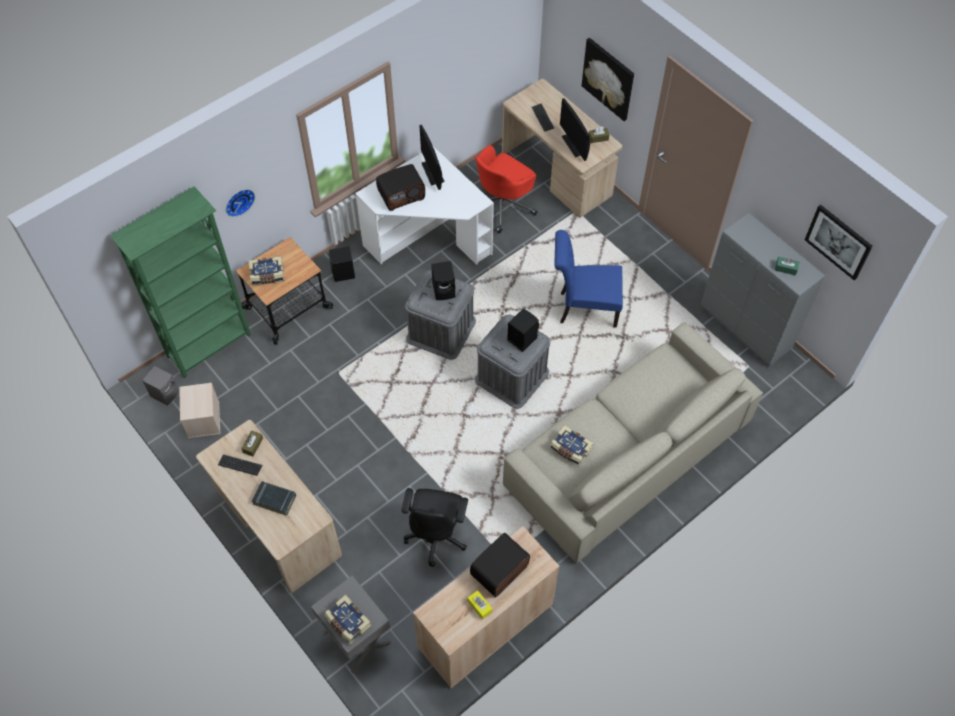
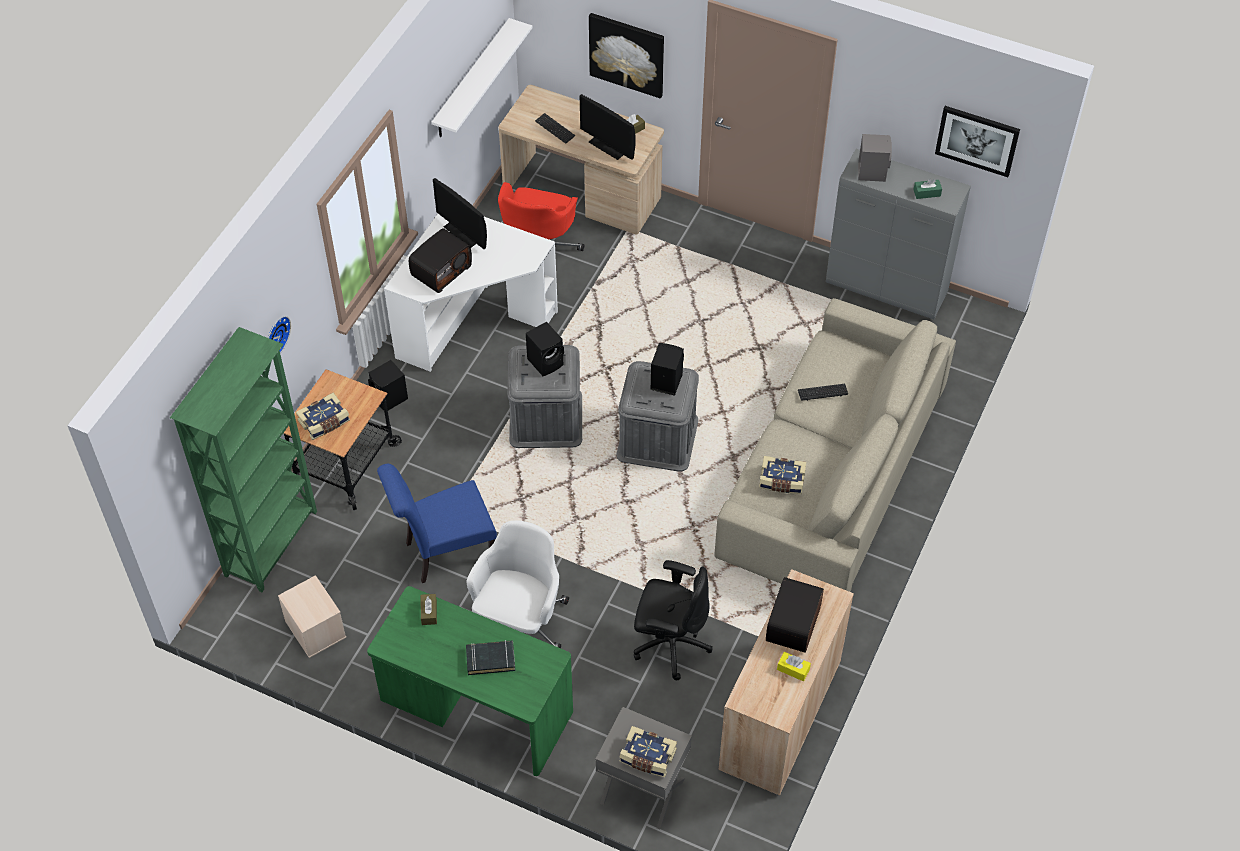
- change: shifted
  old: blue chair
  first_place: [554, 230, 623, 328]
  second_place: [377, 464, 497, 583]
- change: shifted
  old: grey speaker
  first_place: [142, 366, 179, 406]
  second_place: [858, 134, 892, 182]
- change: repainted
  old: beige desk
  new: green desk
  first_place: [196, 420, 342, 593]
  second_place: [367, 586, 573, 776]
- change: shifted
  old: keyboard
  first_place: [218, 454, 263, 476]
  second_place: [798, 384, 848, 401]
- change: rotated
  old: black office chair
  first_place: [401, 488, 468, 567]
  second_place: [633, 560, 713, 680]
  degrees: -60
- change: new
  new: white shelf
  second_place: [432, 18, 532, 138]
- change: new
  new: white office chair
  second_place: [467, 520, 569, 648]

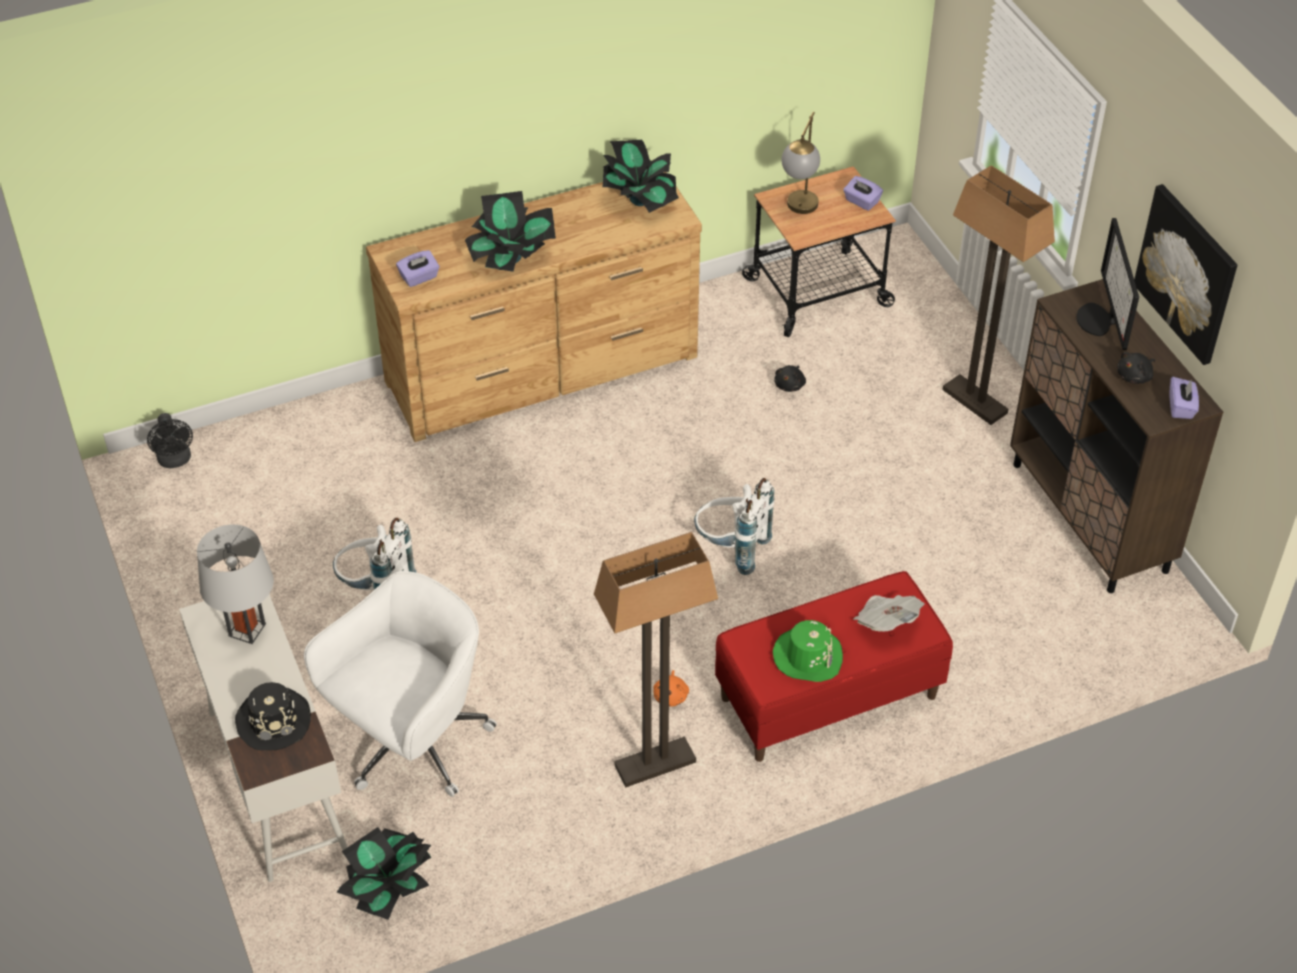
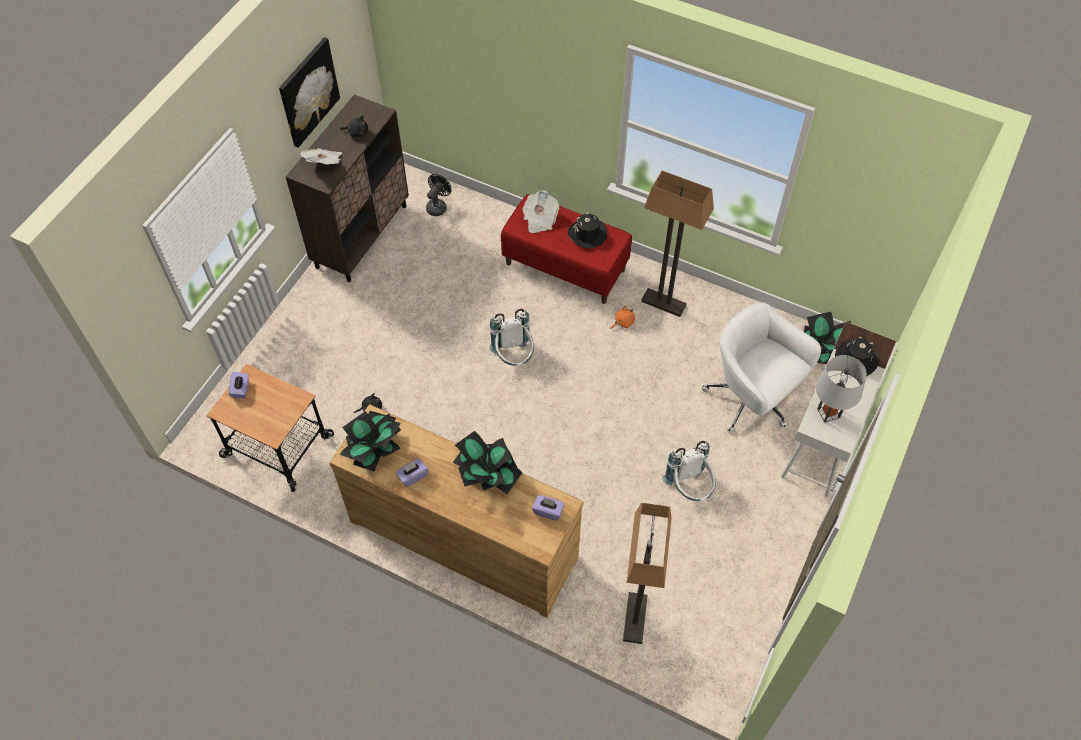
- change: gone
  old: table lamp
  first_place: [782, 112, 820, 214]
- change: shifted
  old: floor lamp
  first_place: [942, 165, 1055, 425]
  second_place: [623, 503, 672, 644]
- change: swapped
  old: monitor
  new: newspaper
  first_place: [1076, 218, 1139, 350]
  second_place: [300, 148, 342, 165]
- change: shifted
  old: purple tissue box
  first_place: [1170, 377, 1199, 419]
  second_place: [396, 458, 428, 487]
- change: shifted
  old: black fan
  first_place: [147, 413, 193, 468]
  second_place: [426, 174, 452, 216]
- change: rotated
  old: white office chair
  first_place: [304, 571, 497, 797]
  second_place: [701, 302, 821, 433]
  degrees: 45
- change: repainted
  old: green hat
  new: black hat
  first_place: [773, 620, 843, 682]
  second_place: [568, 212, 607, 249]

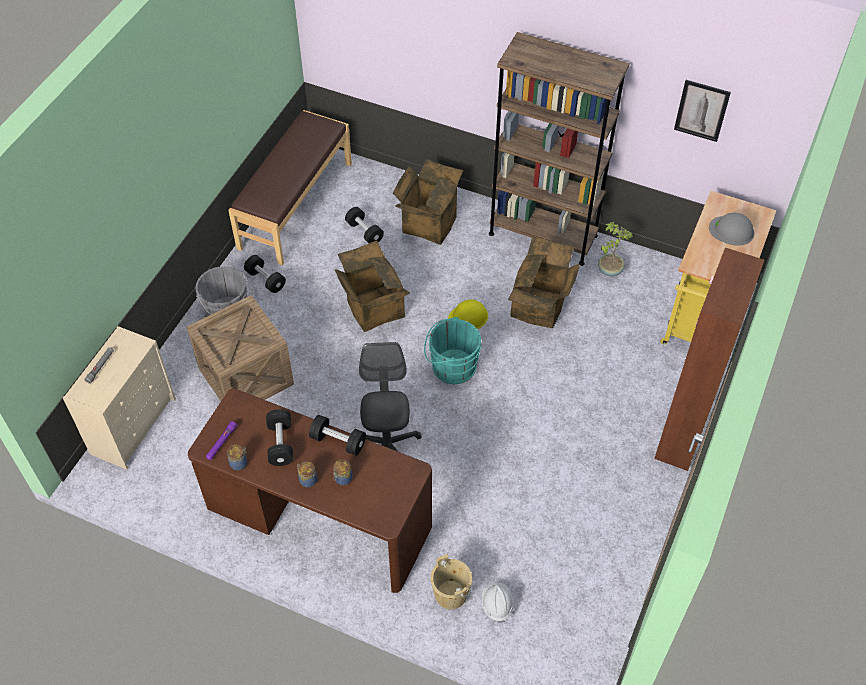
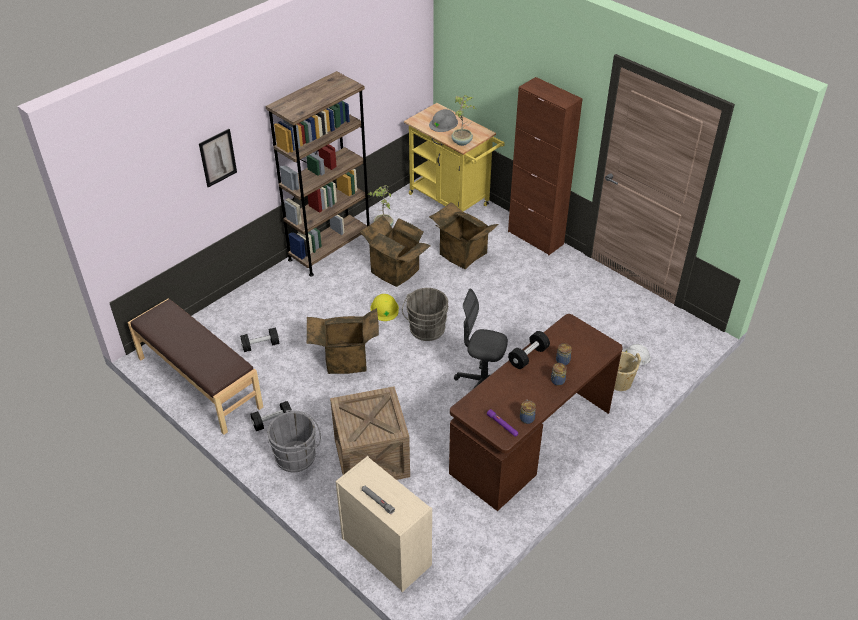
- change: shifted
  old: picture
  first_place: [674, 80, 731, 142]
  second_place: [199, 129, 237, 188]
- change: shifted
  old: cardboard box
  first_place: [393, 159, 464, 245]
  second_place: [429, 202, 499, 269]
- change: repainted
  old: turquoise bucket
  new: grey bucket
  first_place: [424, 317, 482, 384]
  second_place: [402, 288, 449, 341]
- change: gone
  old: black dumbbell
  first_place: [266, 409, 293, 466]
- change: new
  new: potted plant
  second_place: [451, 95, 476, 146]

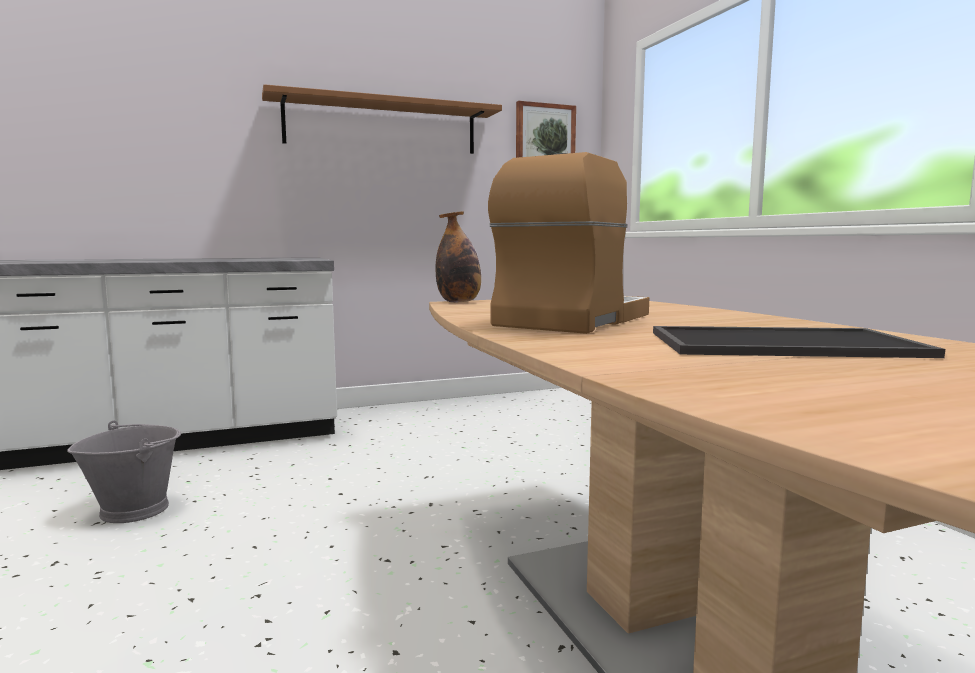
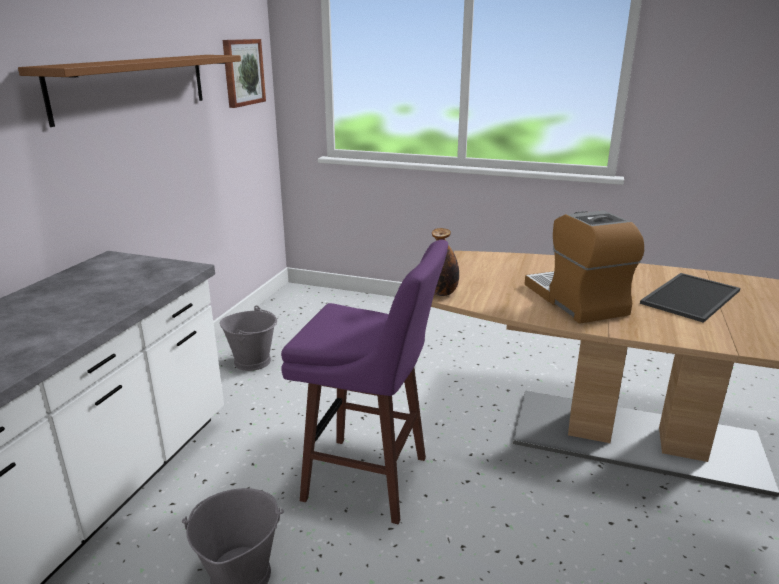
- change: new
  new: purple stool
  second_place: [281, 240, 448, 525]
- change: new
  new: grey bucket
  second_place: [220, 306, 277, 371]

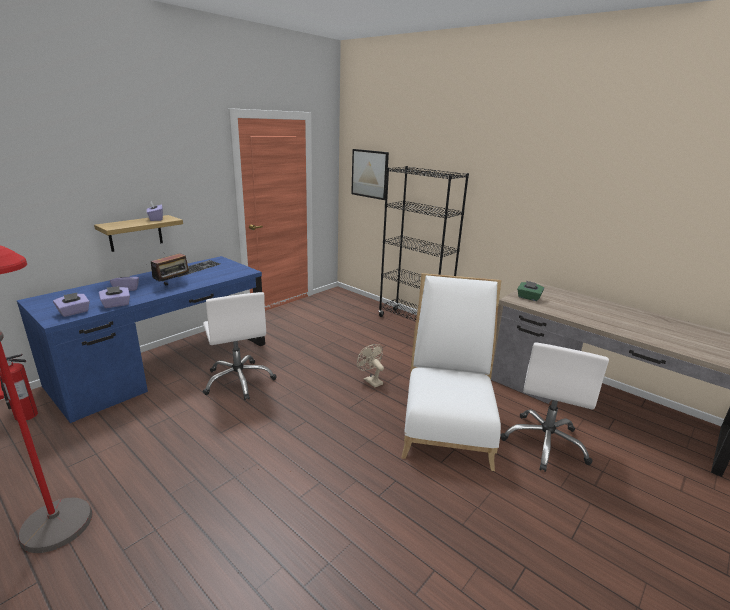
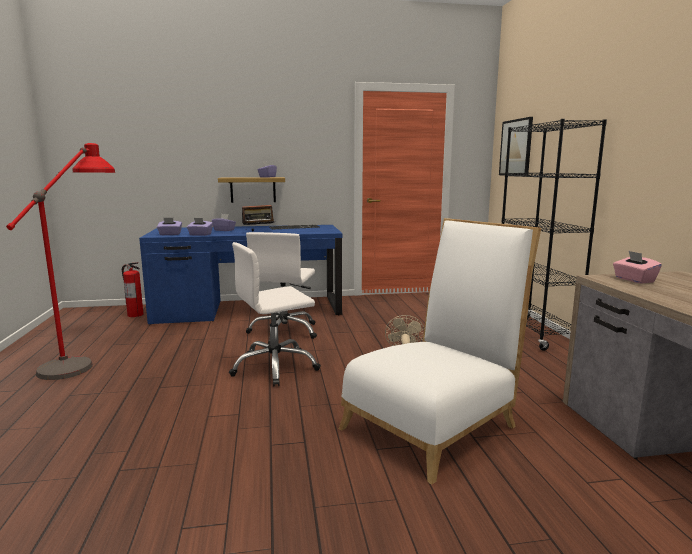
- change: repainted
  old: green tissue box
  new: pink tissue box
  first_place: [517, 281, 544, 301]
  second_place: [613, 251, 662, 284]
- change: shifted
  old: white office chair
  first_place: [500, 343, 609, 472]
  second_place: [229, 242, 321, 386]

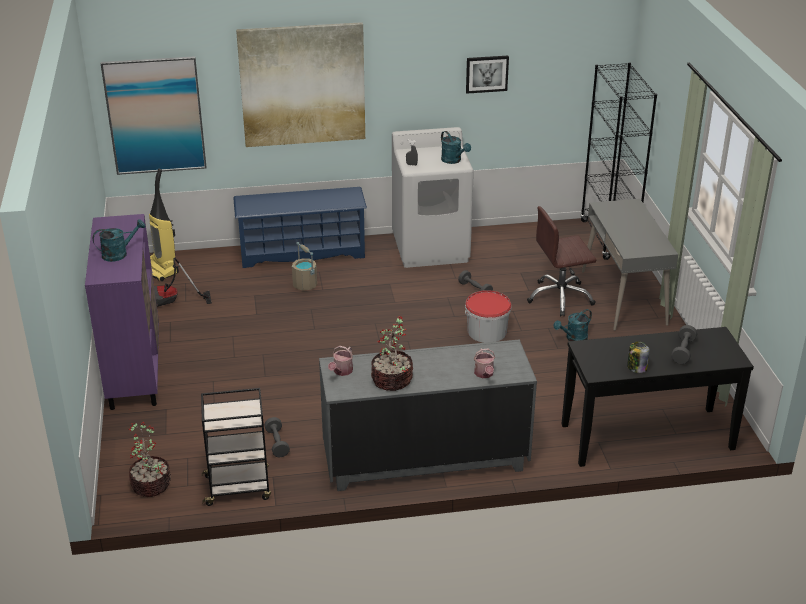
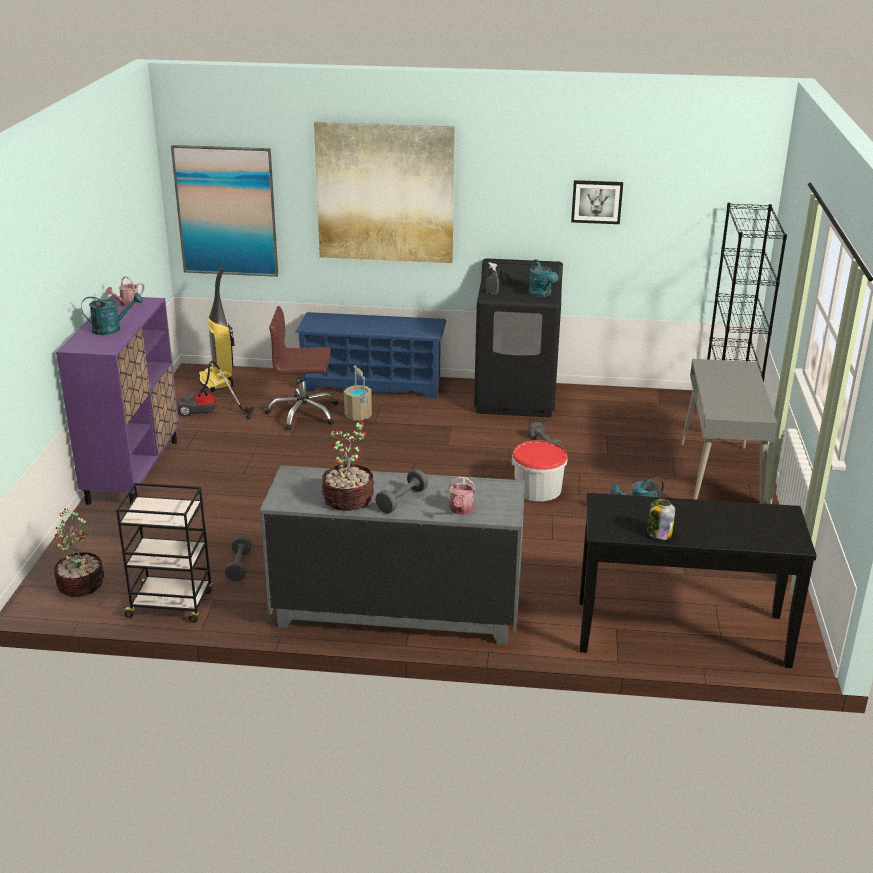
- change: repainted
  old: white washing machine
  new: black washing machine
  first_place: [392, 127, 474, 268]
  second_place: [474, 258, 563, 417]
- change: shifted
  old: brown office chair
  first_place: [527, 206, 596, 317]
  second_place: [265, 306, 338, 430]
- change: shifted
  old: grey dumbbell
  first_place: [671, 325, 697, 364]
  second_place: [375, 469, 428, 513]
- change: shifted
  old: watering can
  first_place: [328, 346, 353, 376]
  second_place: [105, 276, 144, 307]

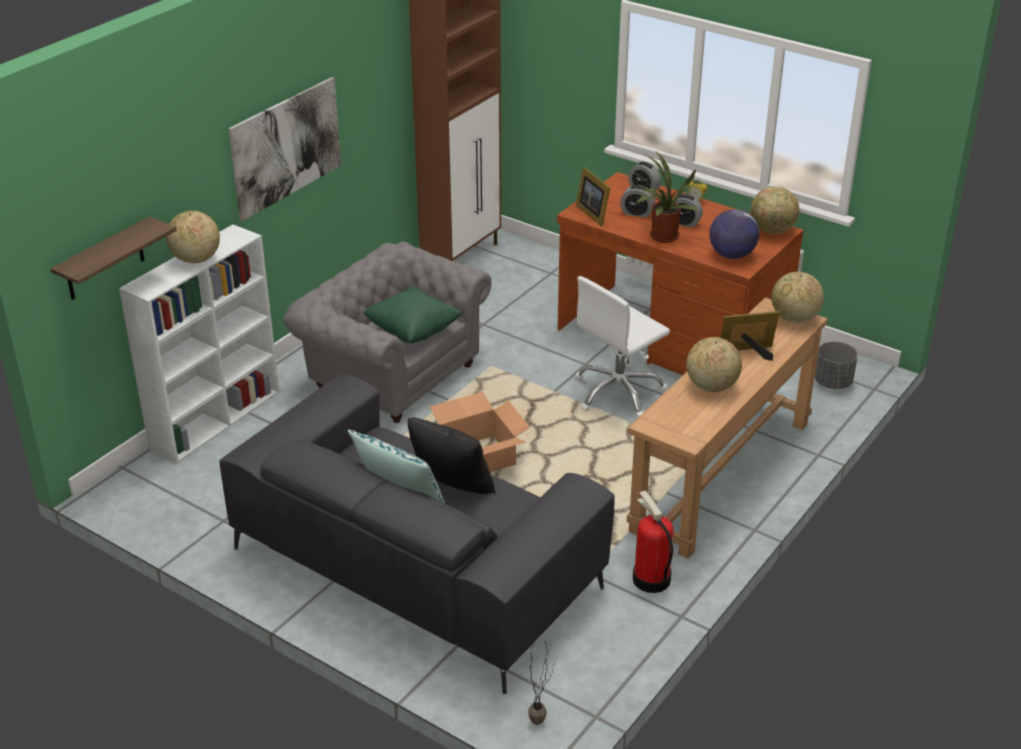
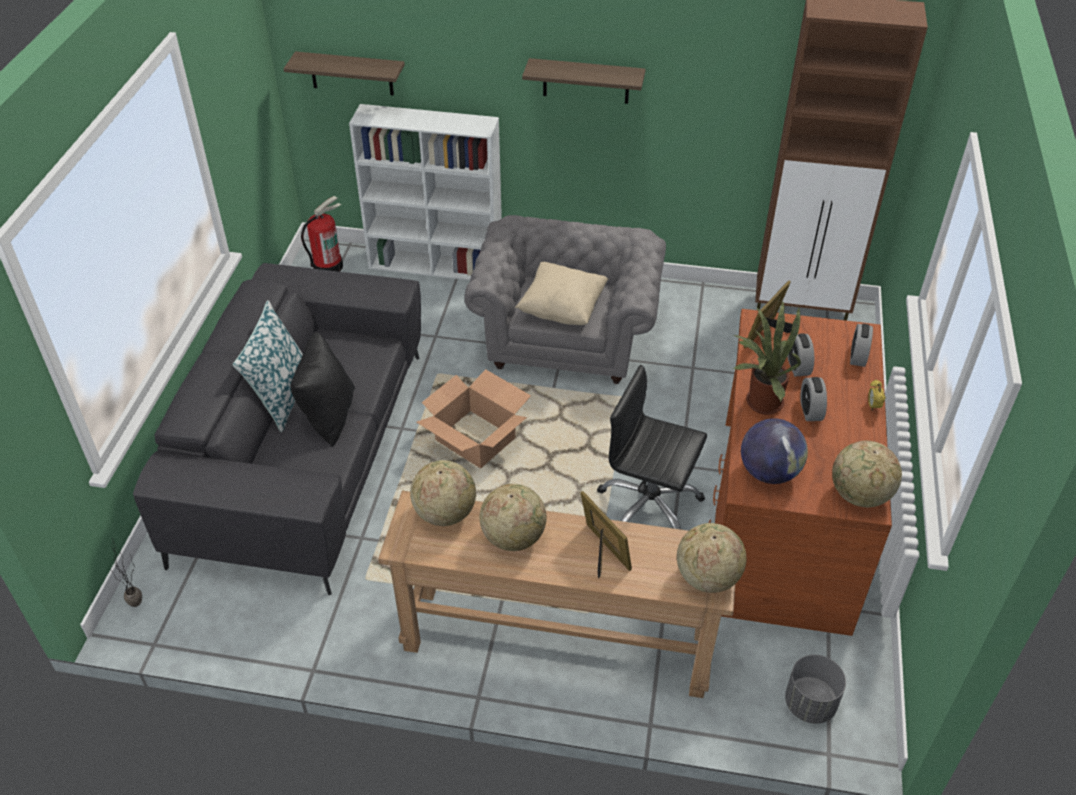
- change: swapped
  old: picture
  new: shelf
  first_place: [228, 77, 341, 221]
  second_place: [522, 58, 646, 104]
- change: shifted
  old: globe
  first_place: [166, 211, 220, 263]
  second_place: [410, 460, 476, 526]
- change: repainted
  old: white office chair
  new: black office chair
  first_place: [574, 276, 670, 418]
  second_place: [597, 365, 707, 530]
- change: repainted
  old: green pillow
  new: beige pillow
  first_place: [362, 287, 463, 343]
  second_place: [515, 262, 608, 325]
- change: shifted
  old: fire extinguisher
  first_place: [633, 491, 674, 593]
  second_place: [301, 196, 343, 272]

